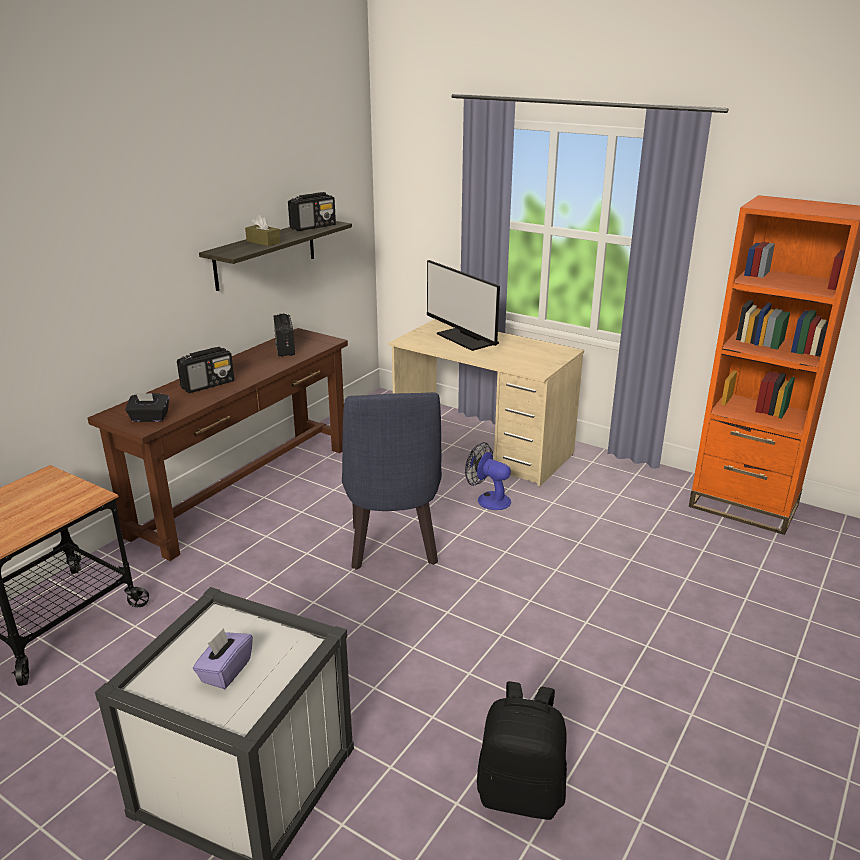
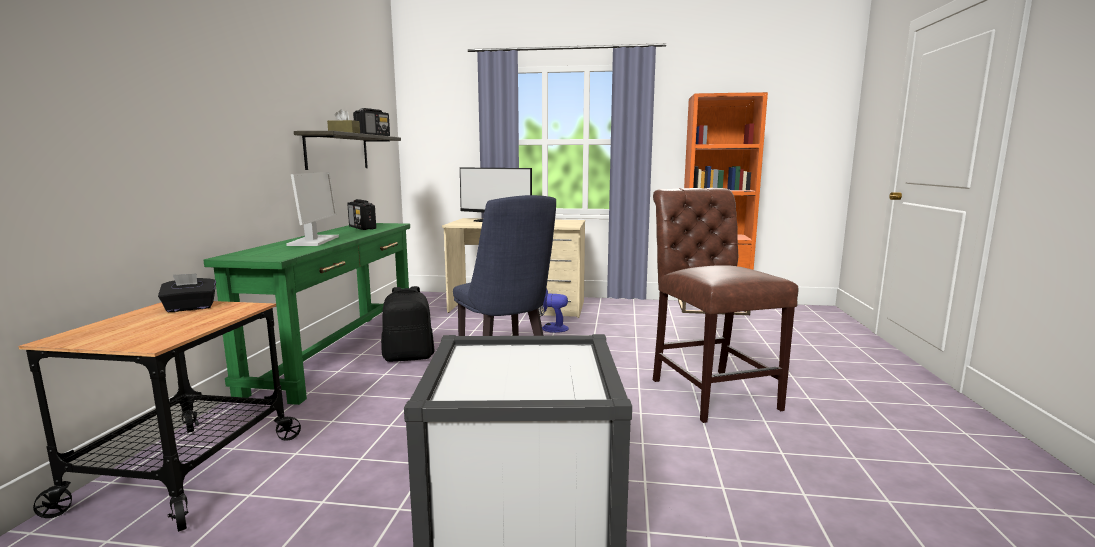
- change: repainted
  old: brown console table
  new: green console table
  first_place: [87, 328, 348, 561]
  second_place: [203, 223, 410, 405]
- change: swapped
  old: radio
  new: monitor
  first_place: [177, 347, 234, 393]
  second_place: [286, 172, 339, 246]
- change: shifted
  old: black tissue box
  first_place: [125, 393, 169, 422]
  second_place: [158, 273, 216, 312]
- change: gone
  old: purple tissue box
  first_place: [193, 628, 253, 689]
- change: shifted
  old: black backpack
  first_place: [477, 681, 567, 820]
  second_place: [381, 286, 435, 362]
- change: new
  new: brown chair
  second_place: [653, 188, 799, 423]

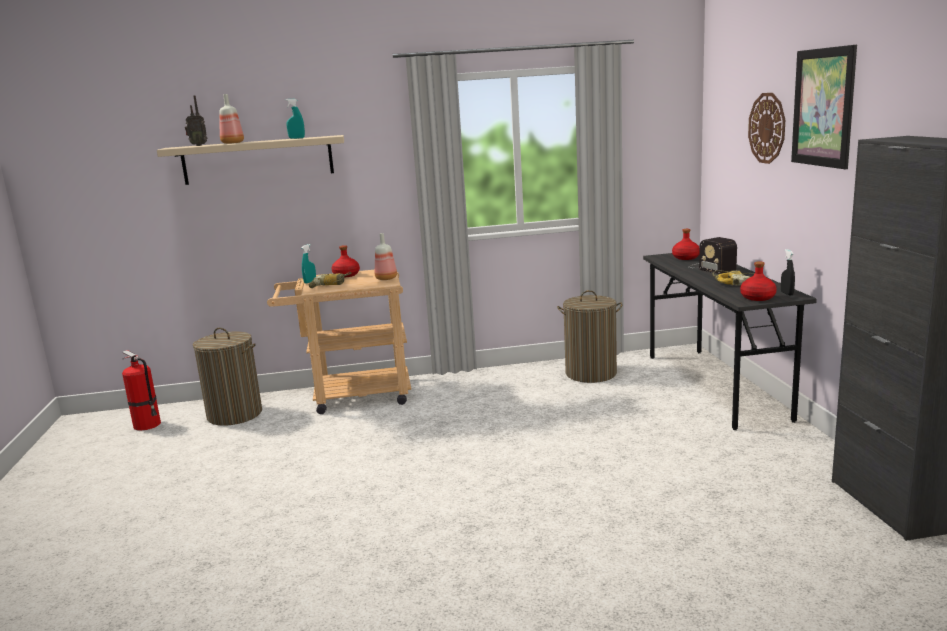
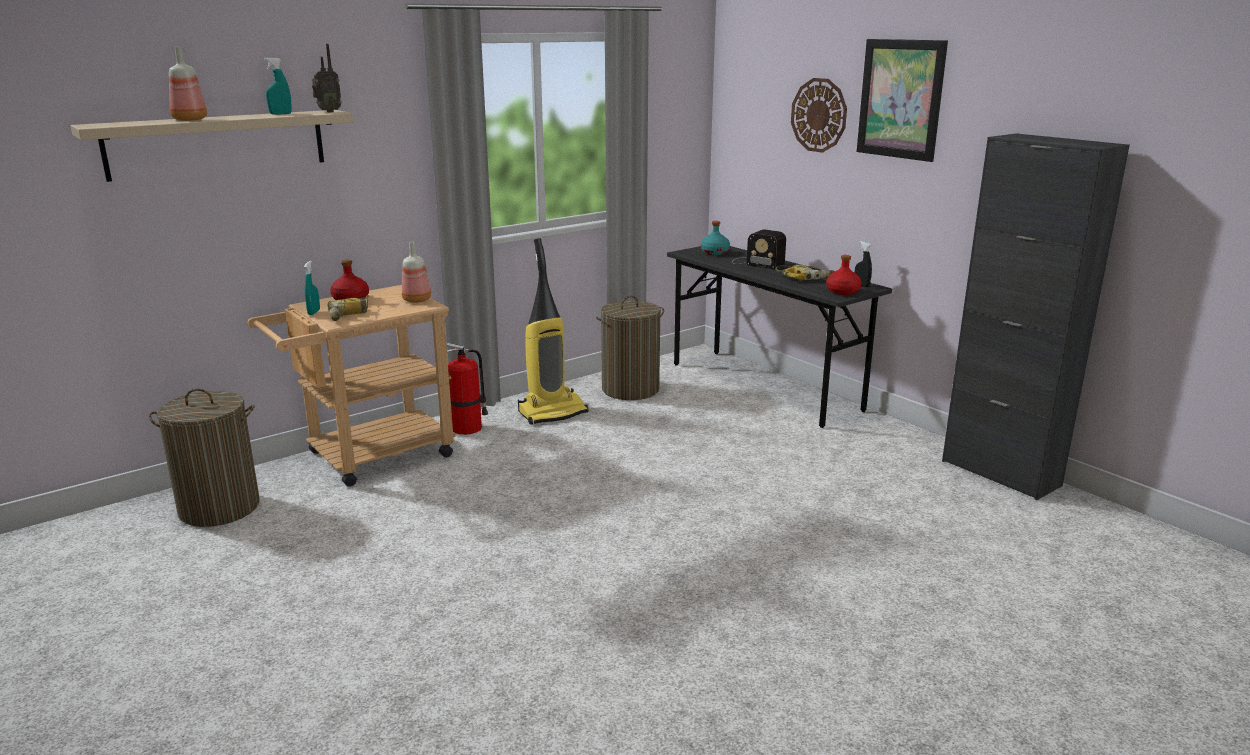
- change: shifted
  old: radio
  first_place: [185, 96, 207, 146]
  second_place: [312, 44, 342, 112]
- change: repainted
  old: red bottle
  new: turquoise bottle
  first_place: [672, 229, 700, 260]
  second_place: [701, 221, 730, 255]
- change: shifted
  old: fire extinguisher
  first_place: [122, 350, 161, 431]
  second_place: [446, 343, 488, 435]
- change: new
  new: vacuum cleaner
  second_place: [518, 238, 589, 425]

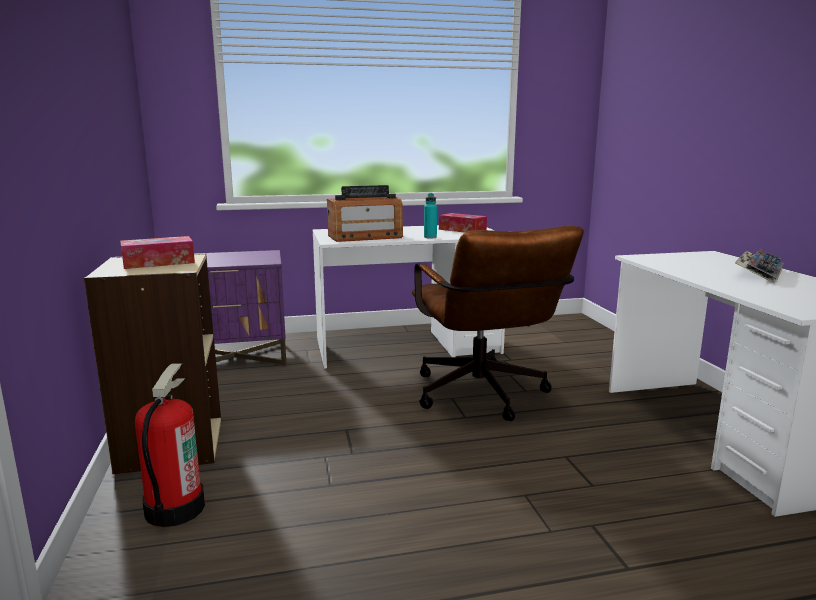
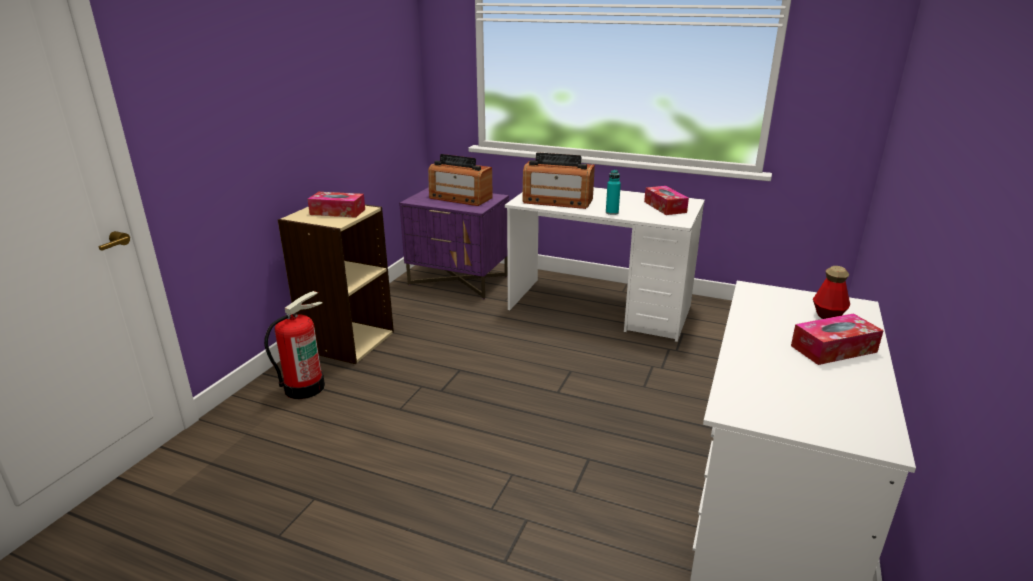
- change: gone
  old: brown office chair
  first_place: [412, 226, 584, 421]
- change: swapped
  old: keyboard
  new: tissue box
  first_place: [735, 249, 784, 283]
  second_place: [791, 313, 884, 365]
- change: new
  new: radio
  second_place: [428, 154, 493, 206]
- change: new
  new: bottle
  second_place: [813, 266, 850, 319]

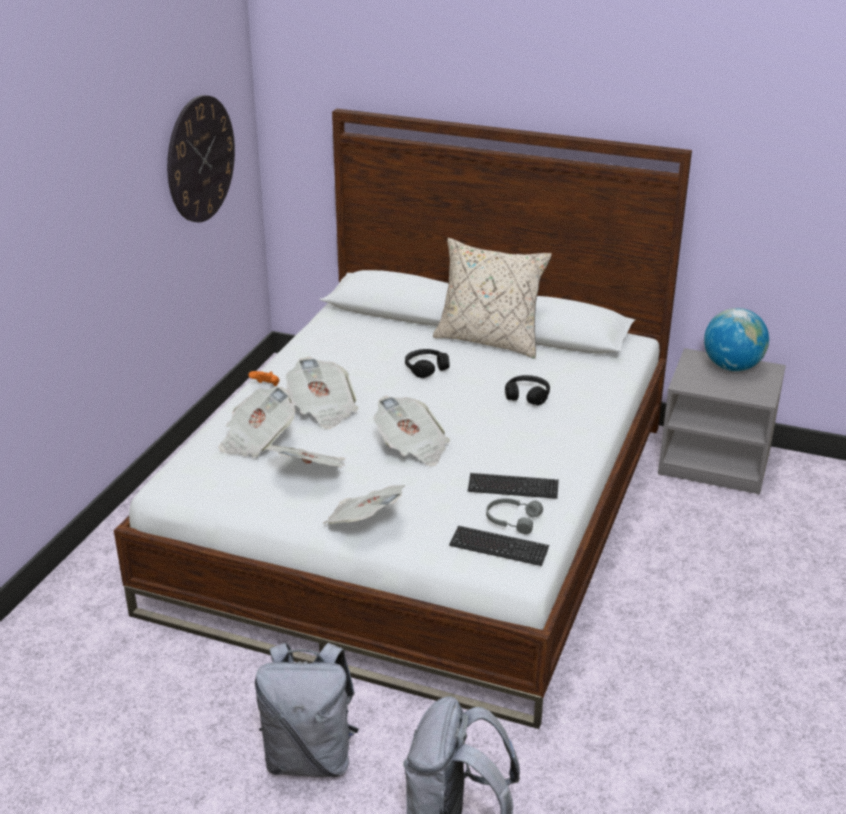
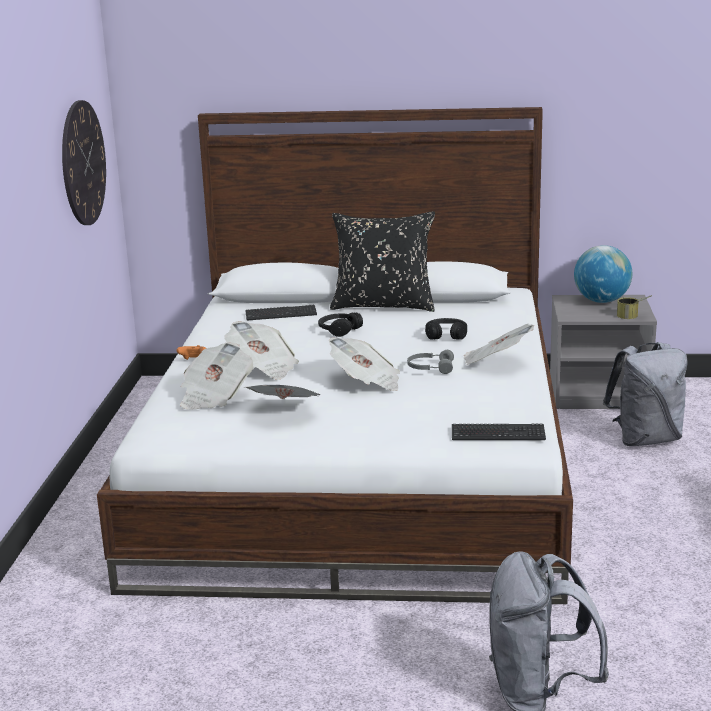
- change: repainted
  old: beige pillow
  new: black pillow
  first_place: [433, 238, 552, 359]
  second_place: [330, 211, 435, 312]
- change: shifted
  old: keyboard
  first_place: [468, 473, 559, 499]
  second_place: [245, 305, 317, 321]
- change: shifted
  old: newspaper
  first_place: [323, 485, 406, 524]
  second_place: [464, 324, 534, 366]
- change: shifted
  old: grey headphones
  first_place: [486, 498, 543, 534]
  second_place: [407, 350, 454, 374]
- change: shifted
  old: grey backpack
  first_place: [255, 643, 359, 777]
  second_place: [603, 342, 688, 446]
- change: new
  new: can
  second_place: [617, 295, 652, 319]

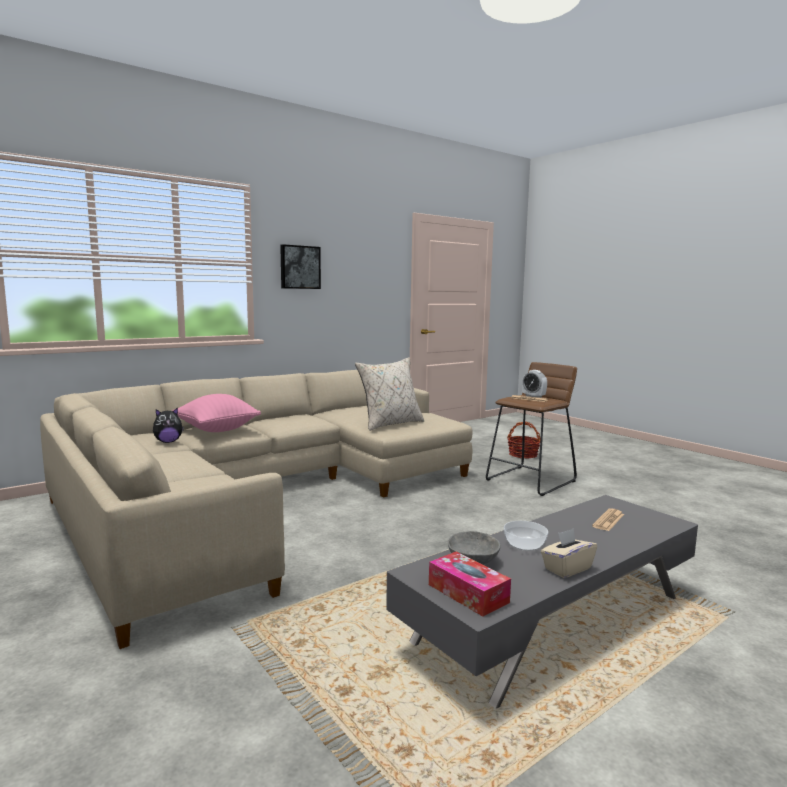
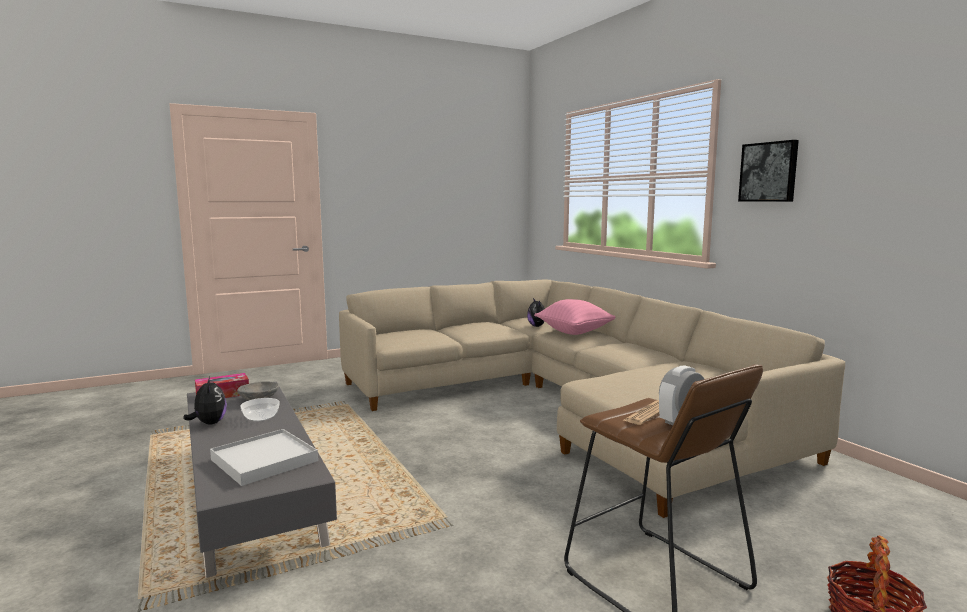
- change: gone
  old: beige pillow
  first_place: [355, 357, 424, 431]
- change: swapped
  old: newspaper
  new: white tray
  first_place: [592, 508, 624, 531]
  second_place: [210, 429, 318, 486]
- change: swapped
  old: beige tissue box
  new: plush toy
  first_place: [541, 528, 597, 578]
  second_place: [184, 377, 227, 425]

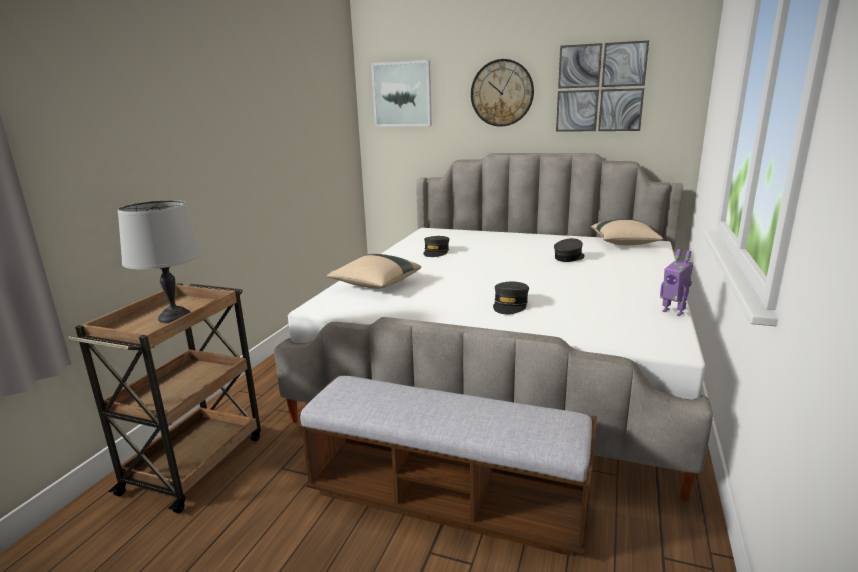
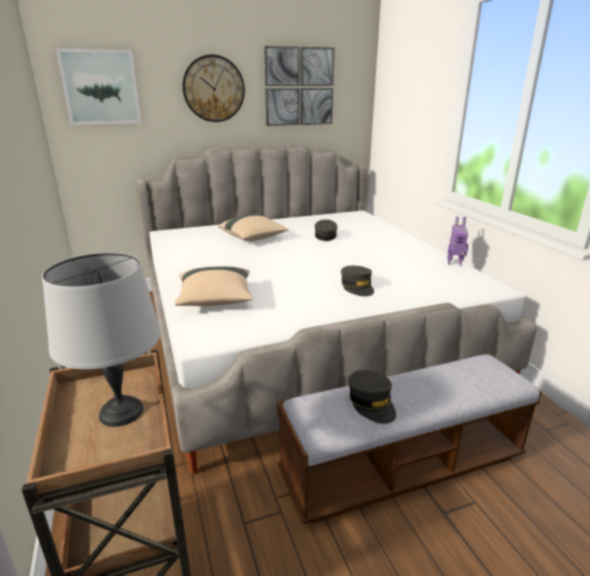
- change: shifted
  old: beige pillow
  first_place: [591, 219, 663, 245]
  second_place: [218, 214, 288, 241]
- change: shifted
  old: grey cap
  first_place: [423, 236, 449, 257]
  second_place: [348, 370, 396, 424]

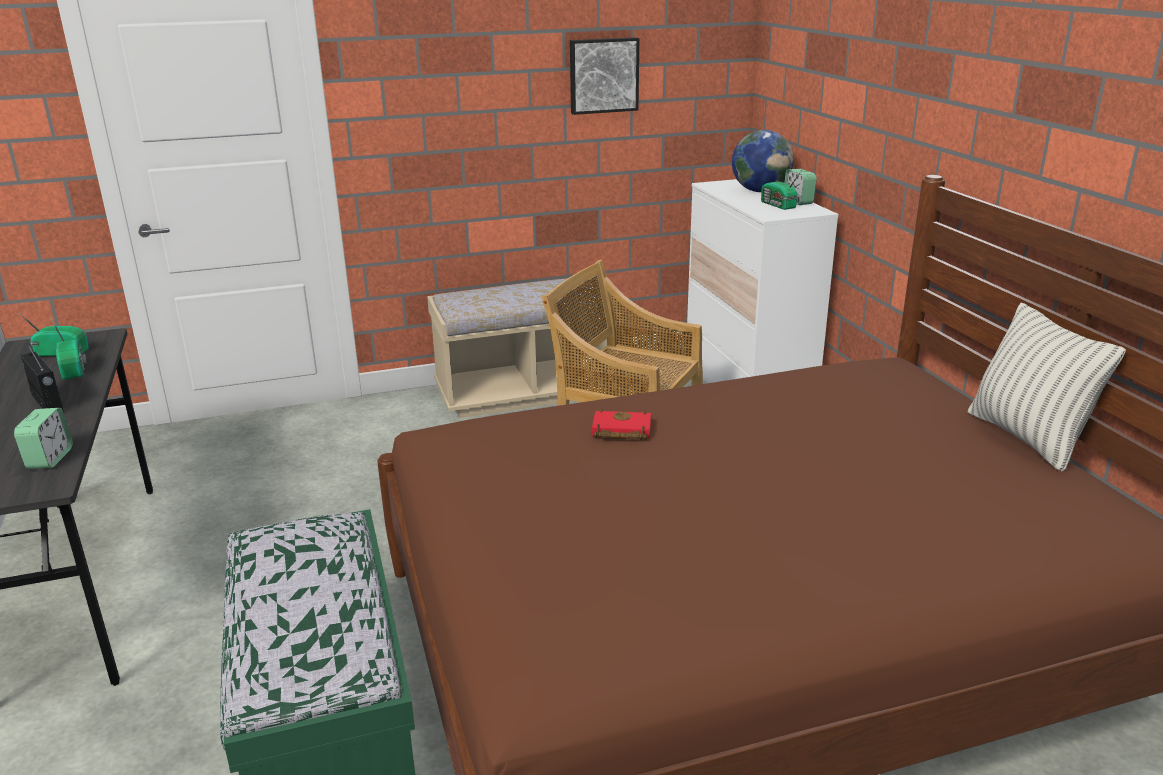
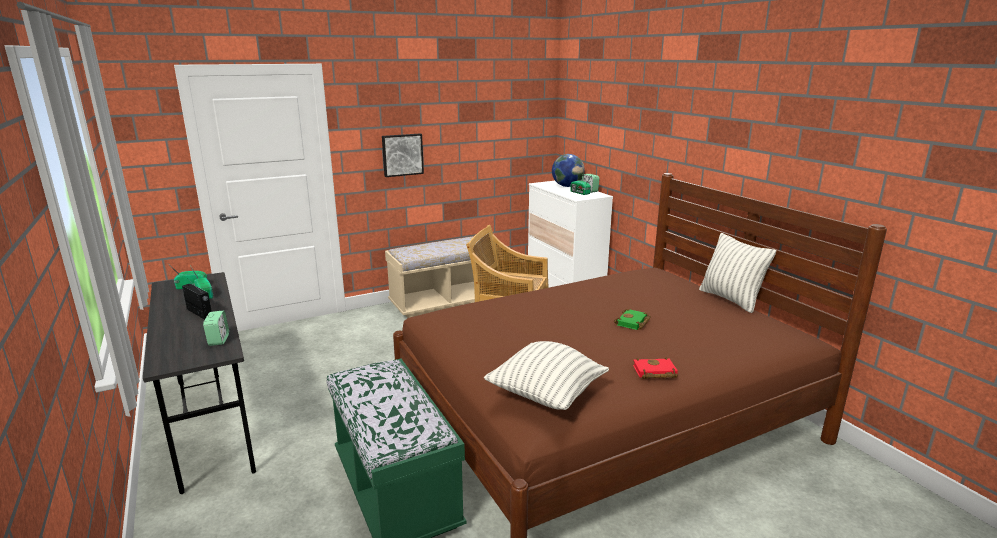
- change: shifted
  old: picture
  first_place: [570, 37, 639, 115]
  second_place: [382, 134, 424, 177]
- change: shifted
  old: red book
  first_place: [592, 409, 651, 440]
  second_place: [633, 357, 678, 379]
- change: new
  new: green book
  second_place: [614, 309, 651, 330]
- change: new
  new: pillow
  second_place: [484, 341, 609, 410]

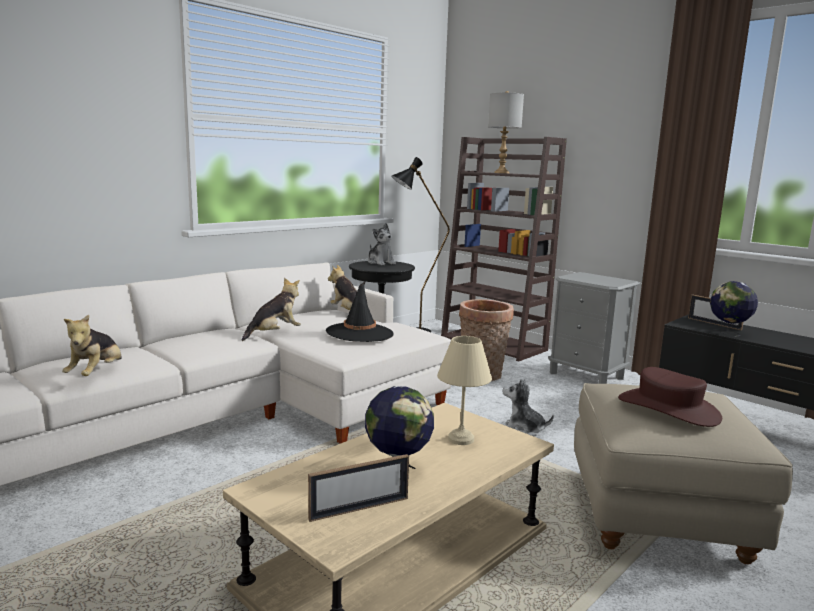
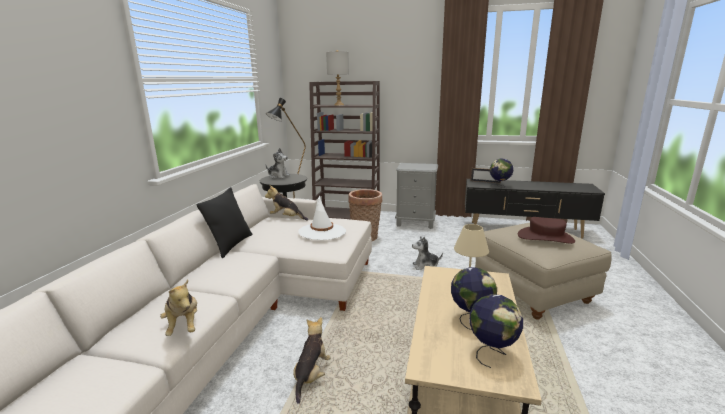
- change: shifted
  old: plush toy
  first_place: [242, 278, 301, 341]
  second_place: [293, 317, 331, 404]
- change: repainted
  old: black hat
  new: white hat
  first_place: [326, 282, 394, 342]
  second_place: [298, 196, 346, 240]
- change: swapped
  old: picture frame
  new: globe
  first_place: [308, 454, 409, 522]
  second_place: [470, 294, 523, 368]
- change: new
  new: black pillow
  second_place: [196, 187, 253, 258]

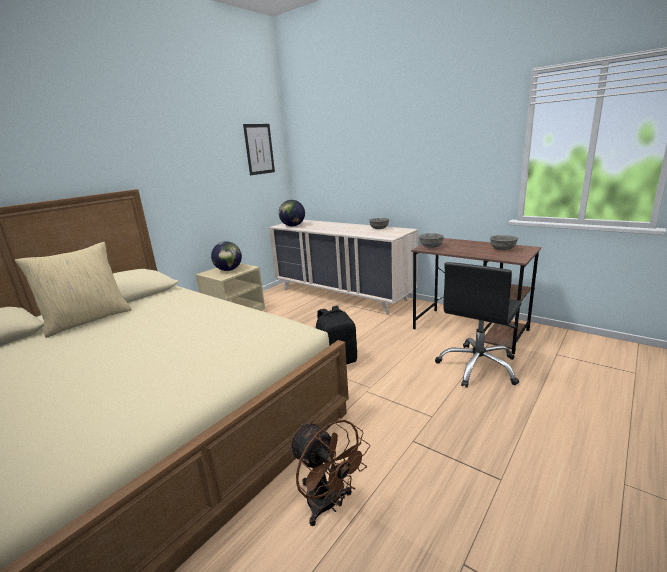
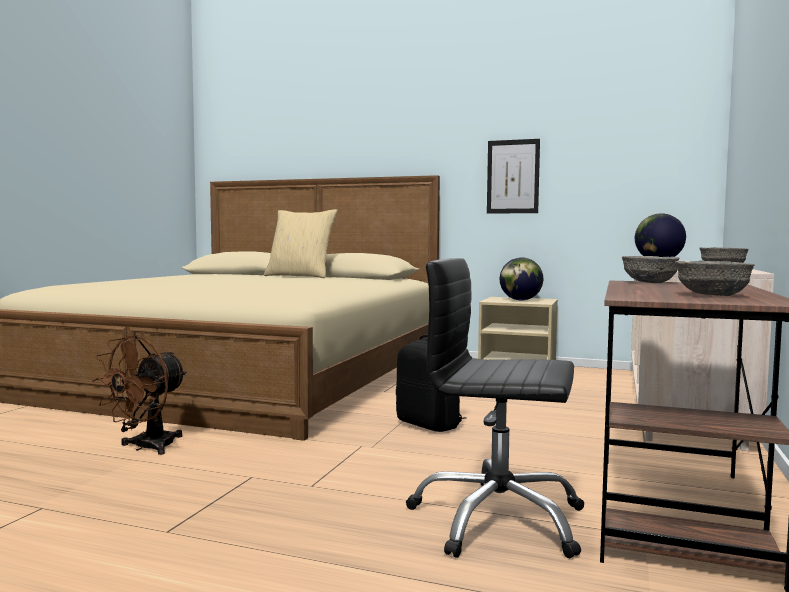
- change: shifted
  old: picture
  first_place: [243, 124, 275, 175]
  second_place: [487, 139, 540, 214]

